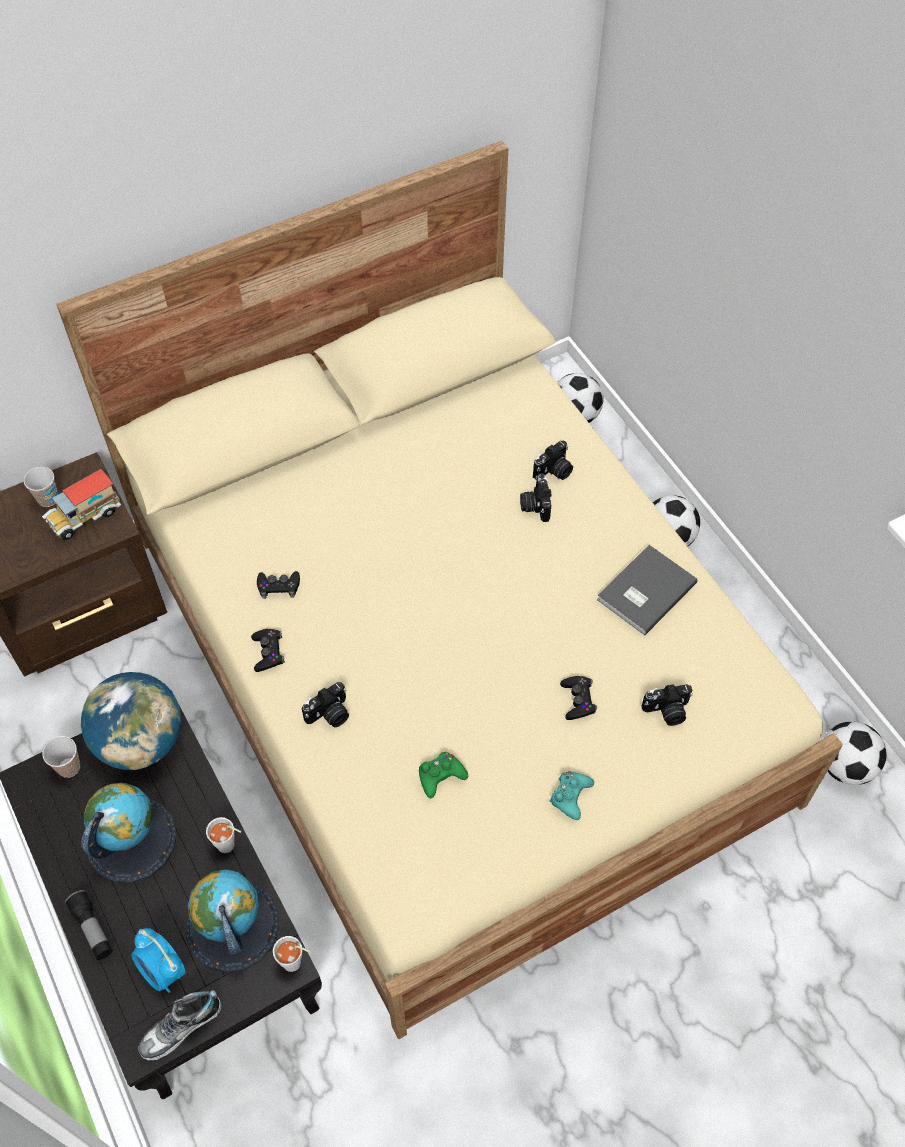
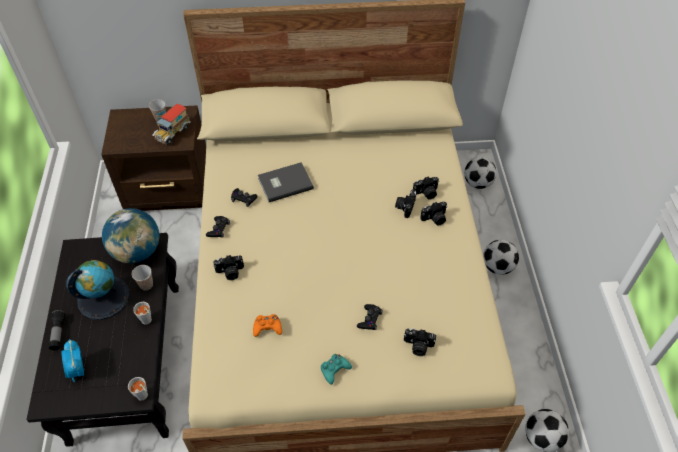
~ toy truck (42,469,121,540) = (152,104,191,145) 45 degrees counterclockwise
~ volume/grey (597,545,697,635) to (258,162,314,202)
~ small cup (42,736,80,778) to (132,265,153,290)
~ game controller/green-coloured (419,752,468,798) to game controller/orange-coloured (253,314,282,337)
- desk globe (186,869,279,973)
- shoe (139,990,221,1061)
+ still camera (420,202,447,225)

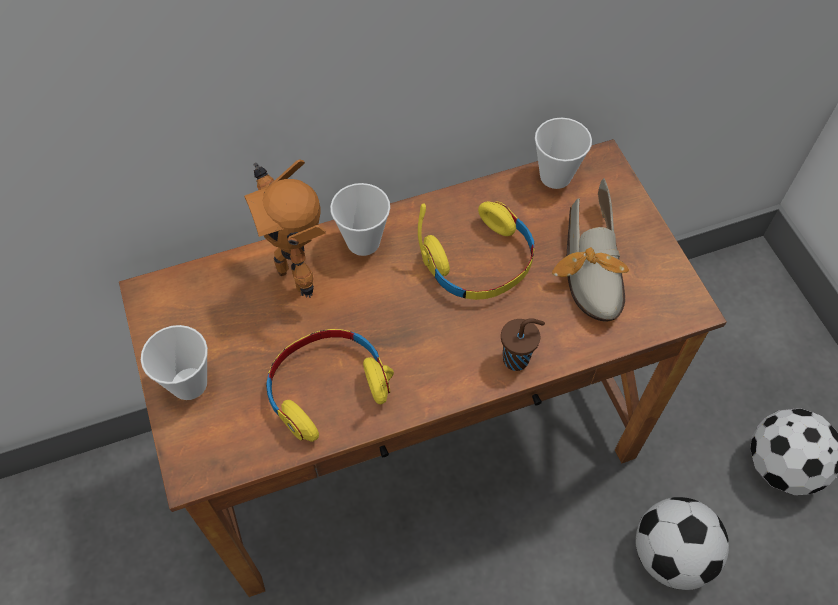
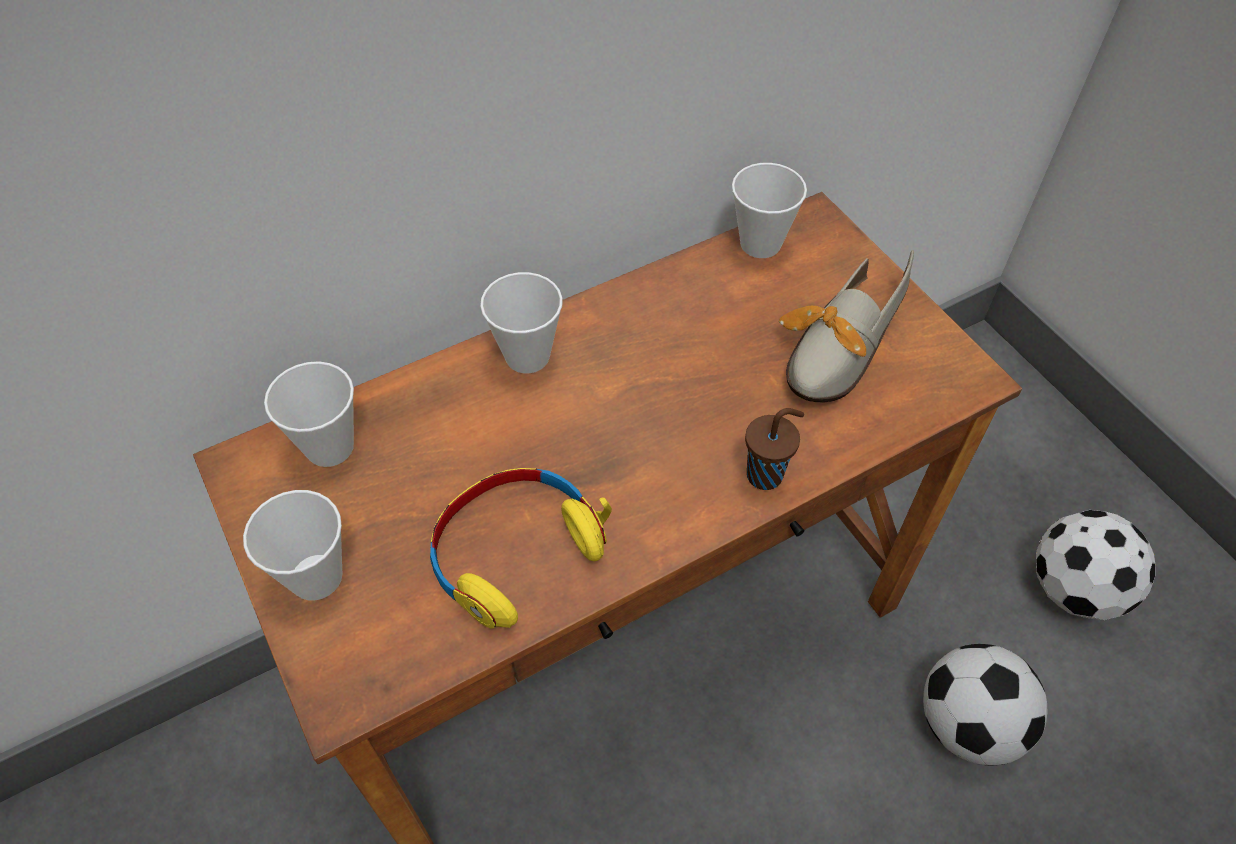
- toy robot (244,159,326,298)
~ shoe (552,178,629,322) = (779,250,914,402) 45 degrees clockwise
- pair of headphones/yellow-coloured (418,201,534,300)
+ small cup (264,361,354,467)

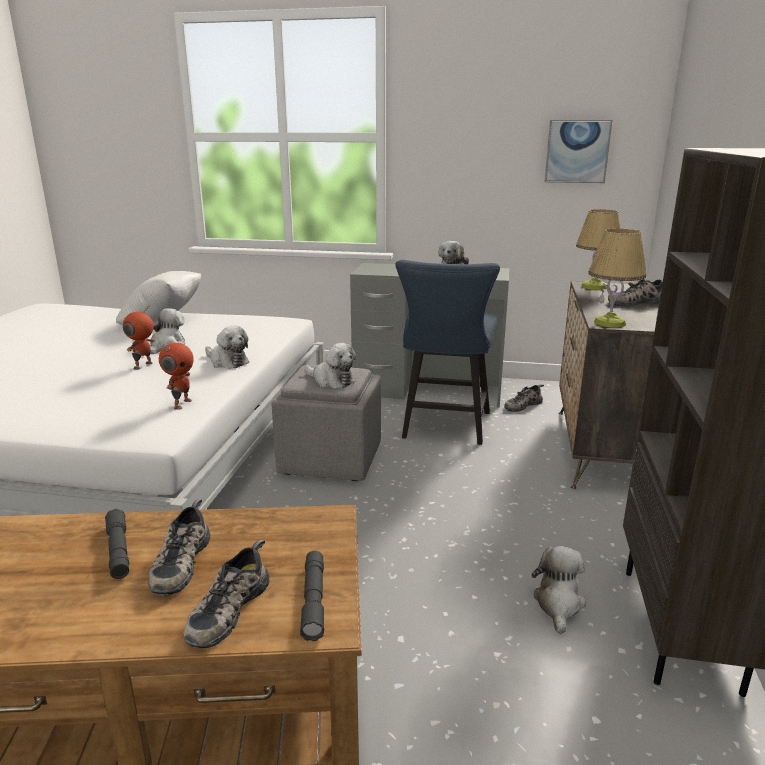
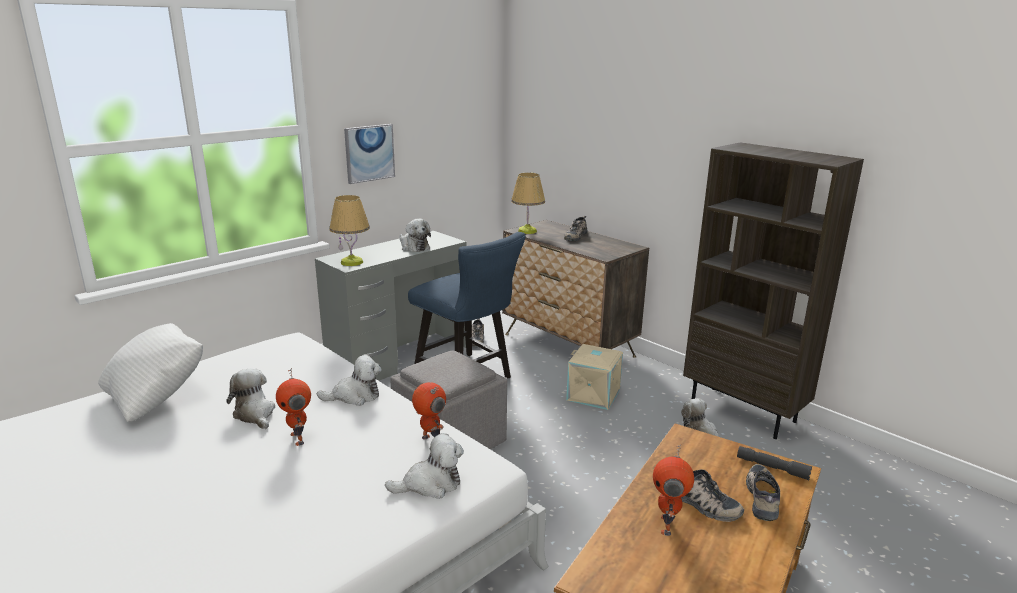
~ wall picture (545,120,613,183) to (344,124,395,184)
~ tabletop lamp (588,228,646,328) to (329,195,370,266)
~ cuddly toy (304,343,356,389) to (385,433,464,499)
~ hand torch/grey (105,509,129,579) to toy robot (653,444,694,536)
~ shoe (183,539,270,648) = (746,464,780,521) 135 degrees counterclockwise
+ storage box/beige (566,344,623,410)

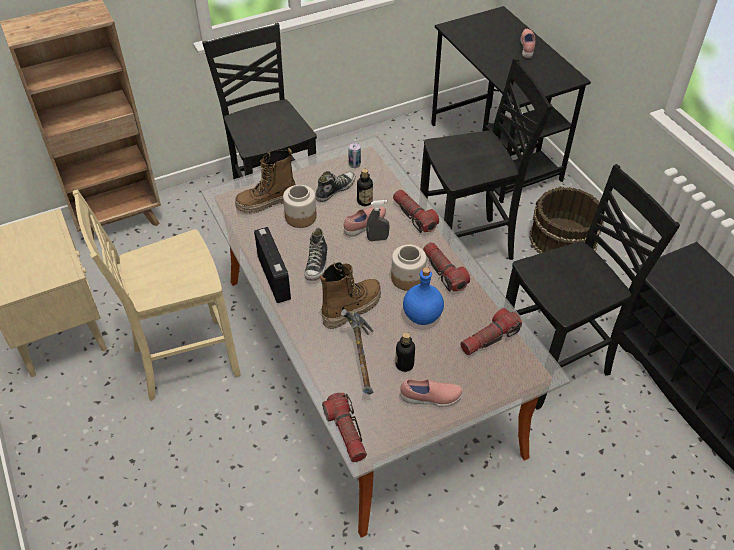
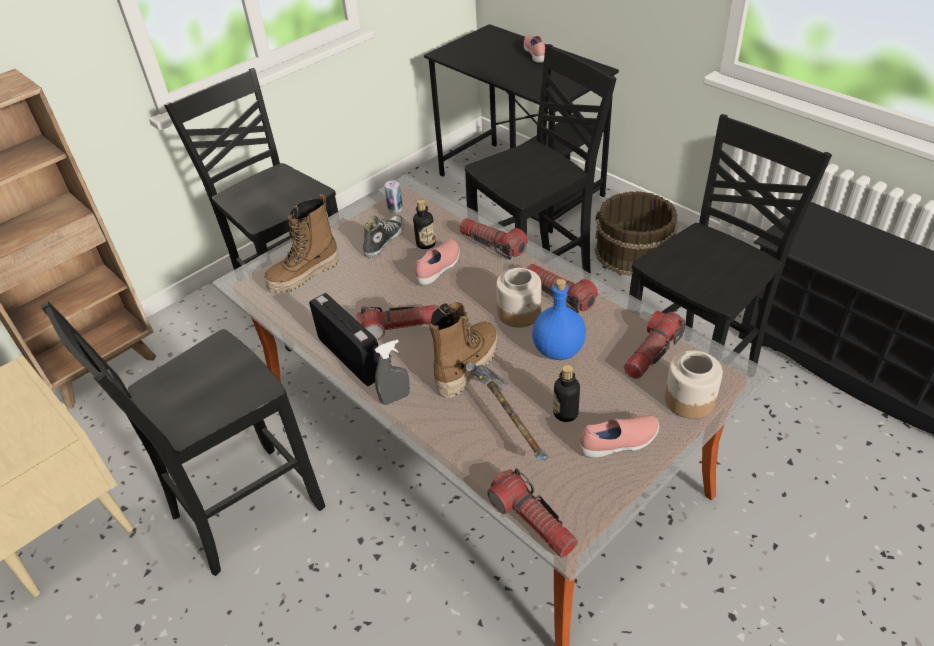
~ preserve jar (283,185,317,228) to (665,350,723,419)
~ plain chair/beige (73,190,241,401) to plain chair/black-coloured (41,301,325,576)
~ spray bottle/grey (366,200,390,241) to (375,339,410,405)
~ shoe (304,228,328,281) to hand torch (356,305,437,340)

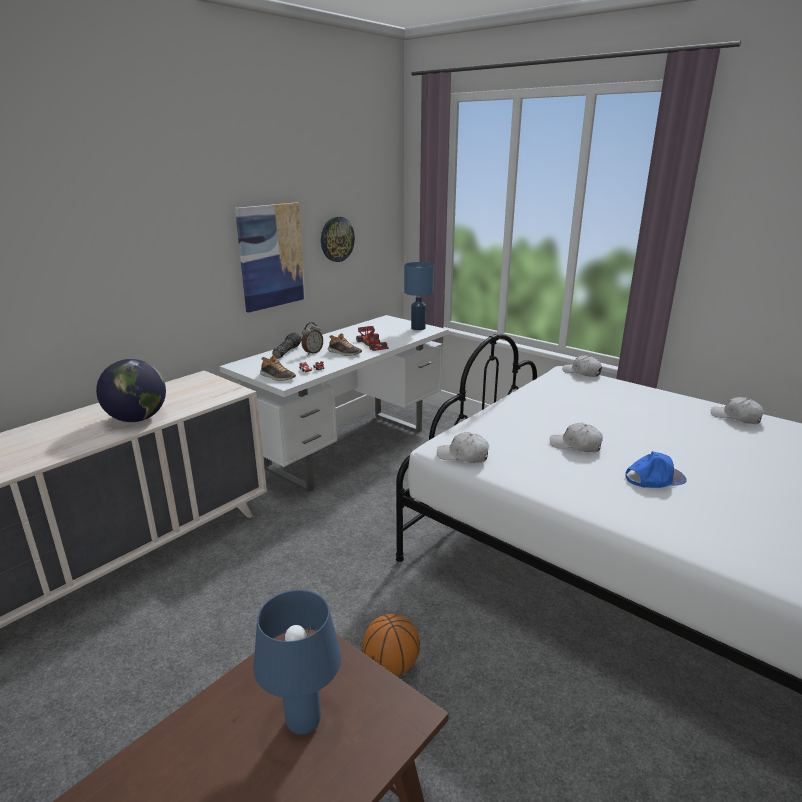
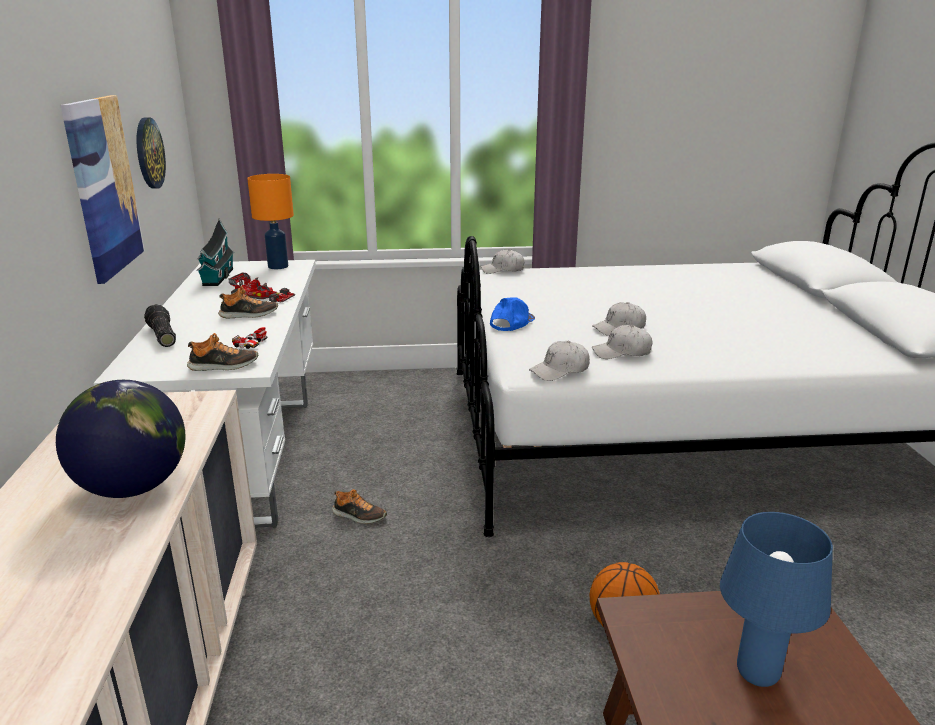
~ tabletop lamp/bluish (404,262,434,330) to tabletop lamp/orange-coloured (247,174,294,269)
- alarm clock (301,322,323,355)
~ cap/white (711,397,764,424) to (592,325,652,359)
~ cap/bluish (625,451,686,488) to (490,297,535,331)
+ miniature house (197,219,234,286)
+ shoe (332,489,387,524)

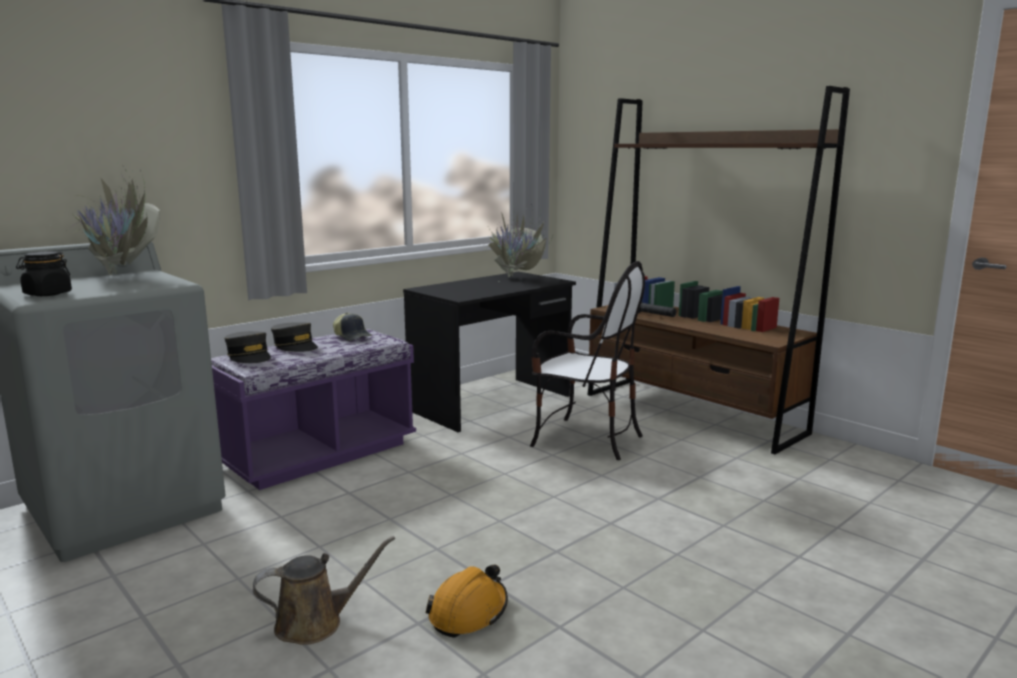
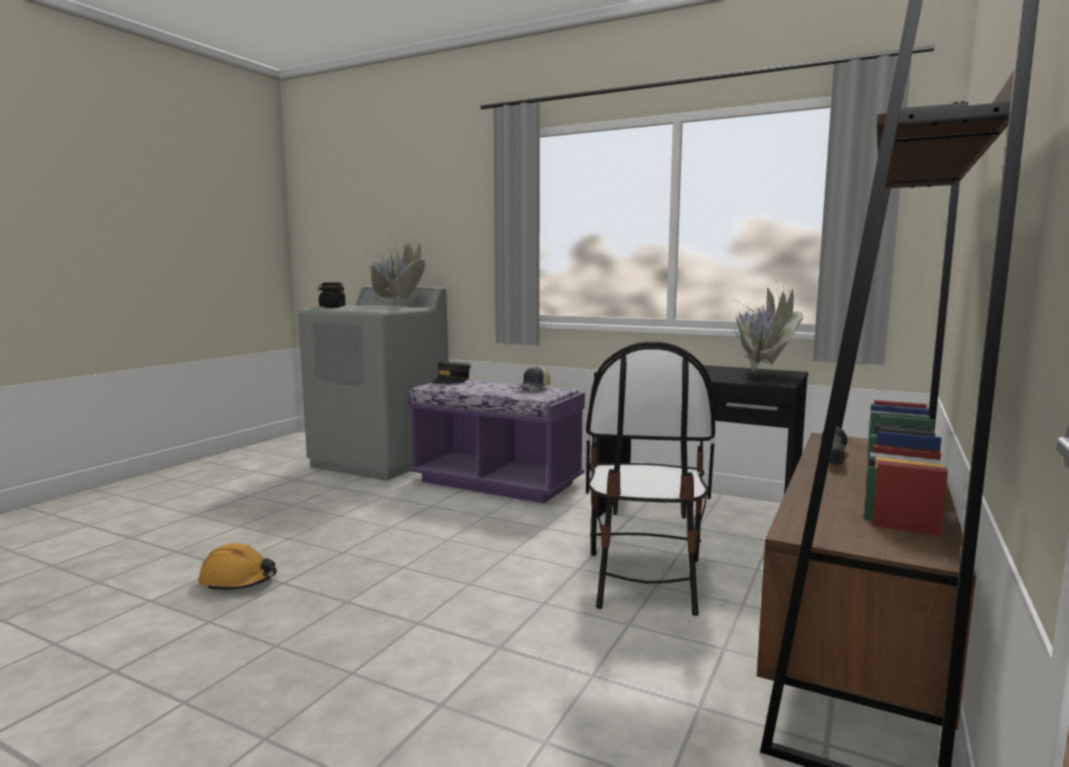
- cap/grey (271,322,318,352)
- sprinkling can/brownish (253,536,395,645)

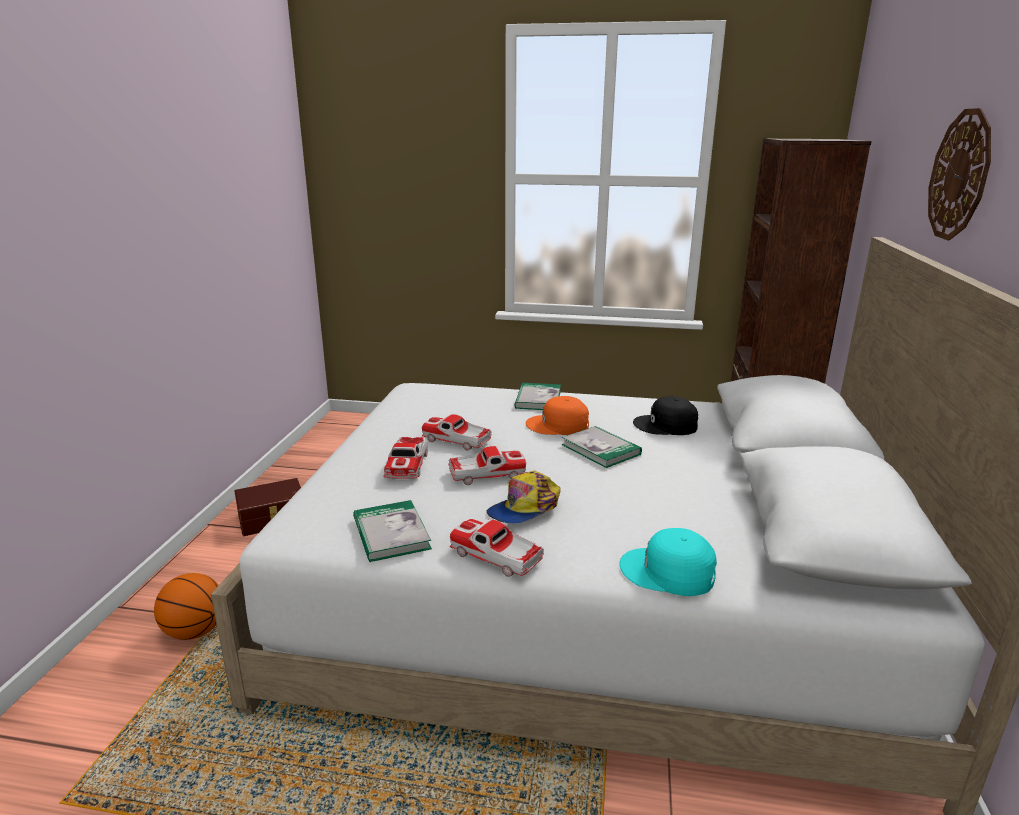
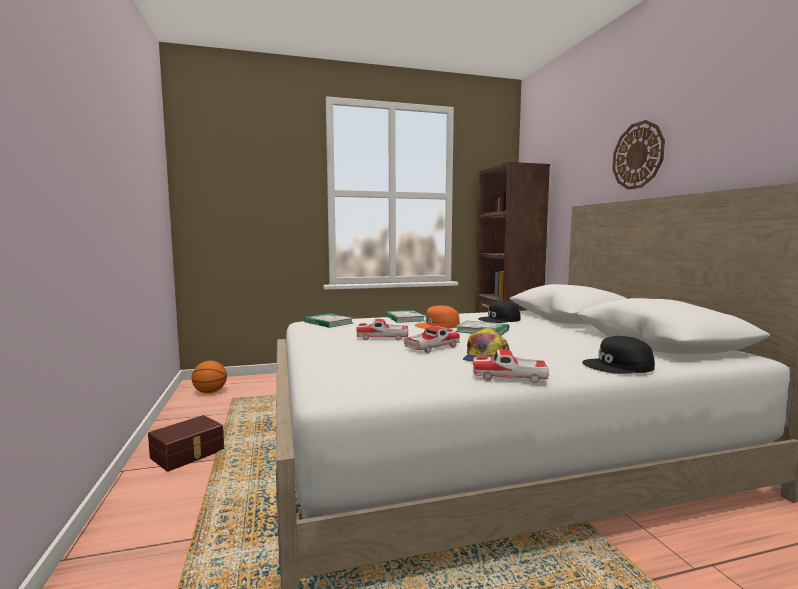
- miniature car (383,437,428,479)
~ volume (353,500,432,562) to (304,313,353,328)
~ cap/turquoise-coloured (619,528,717,596) to cap/black-coloured (582,336,655,374)
~ ball for basketball (154,573,219,640) to (192,360,227,394)

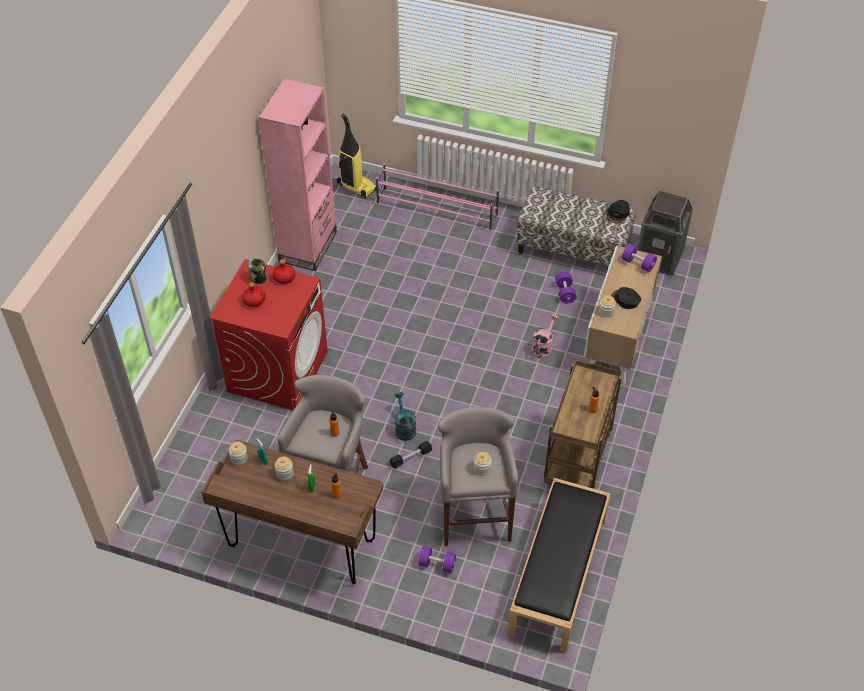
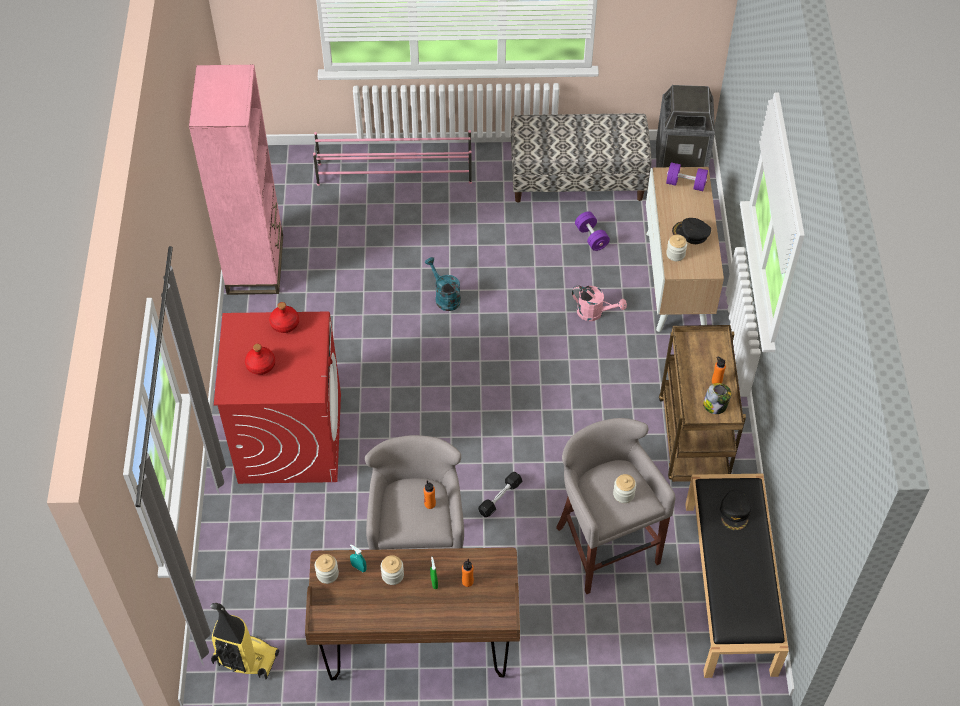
~ hoover (337,114,376,199) to (210,603,279,679)
~ cap/black-coloured (607,200,630,223) to (720,490,751,531)
~ preserve jar (248,258,267,284) to (703,383,732,414)
~ sprinkling can/pinkish (531,314,559,359) = (572,286,627,321) 105 degrees clockwise
~ sprinkling can/turquoise-coloured (395,392,416,441) to (425,257,461,311)
- dumbbell/purplish (418,546,456,573)

